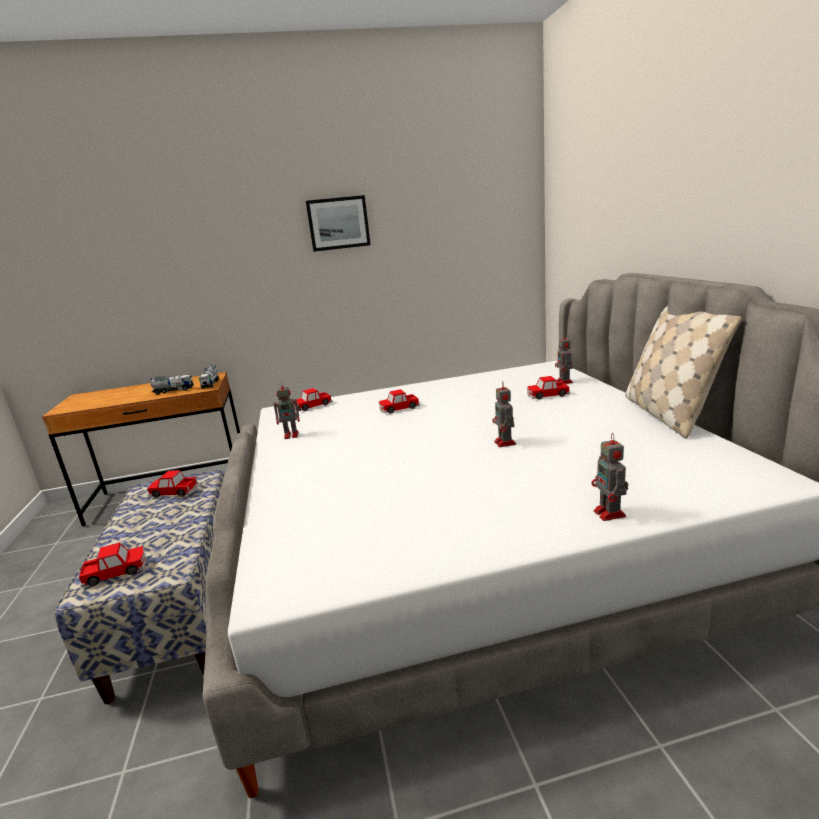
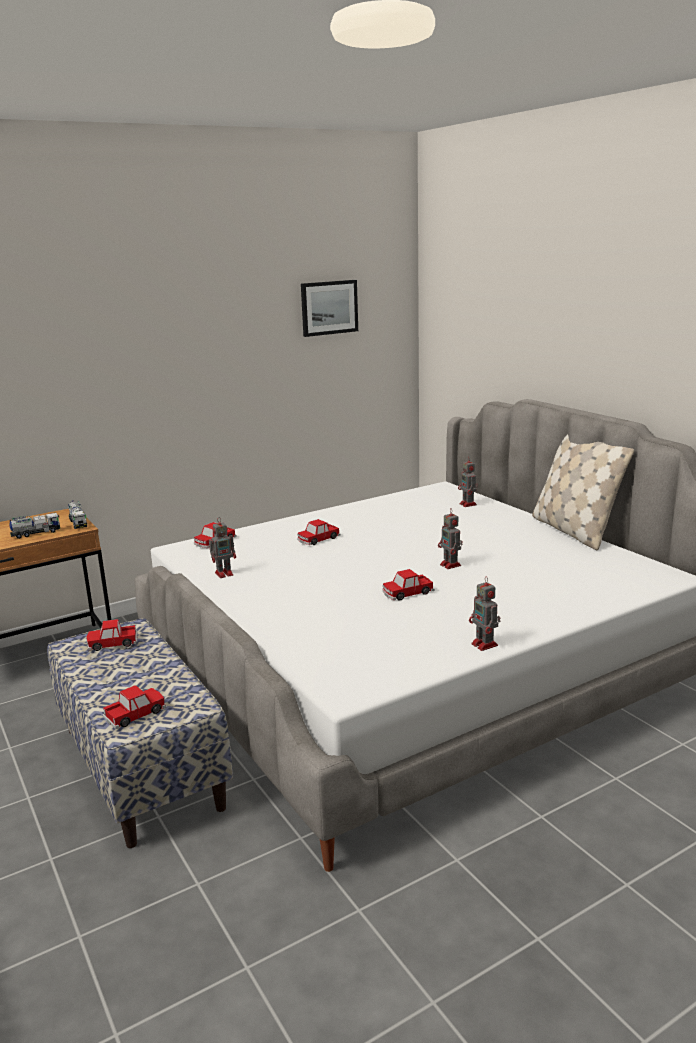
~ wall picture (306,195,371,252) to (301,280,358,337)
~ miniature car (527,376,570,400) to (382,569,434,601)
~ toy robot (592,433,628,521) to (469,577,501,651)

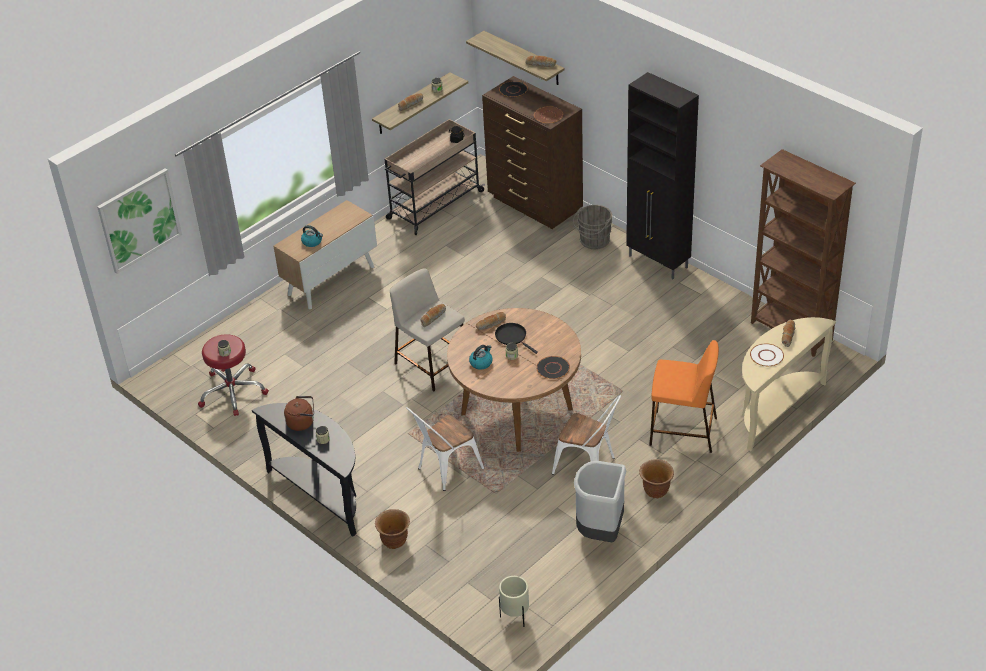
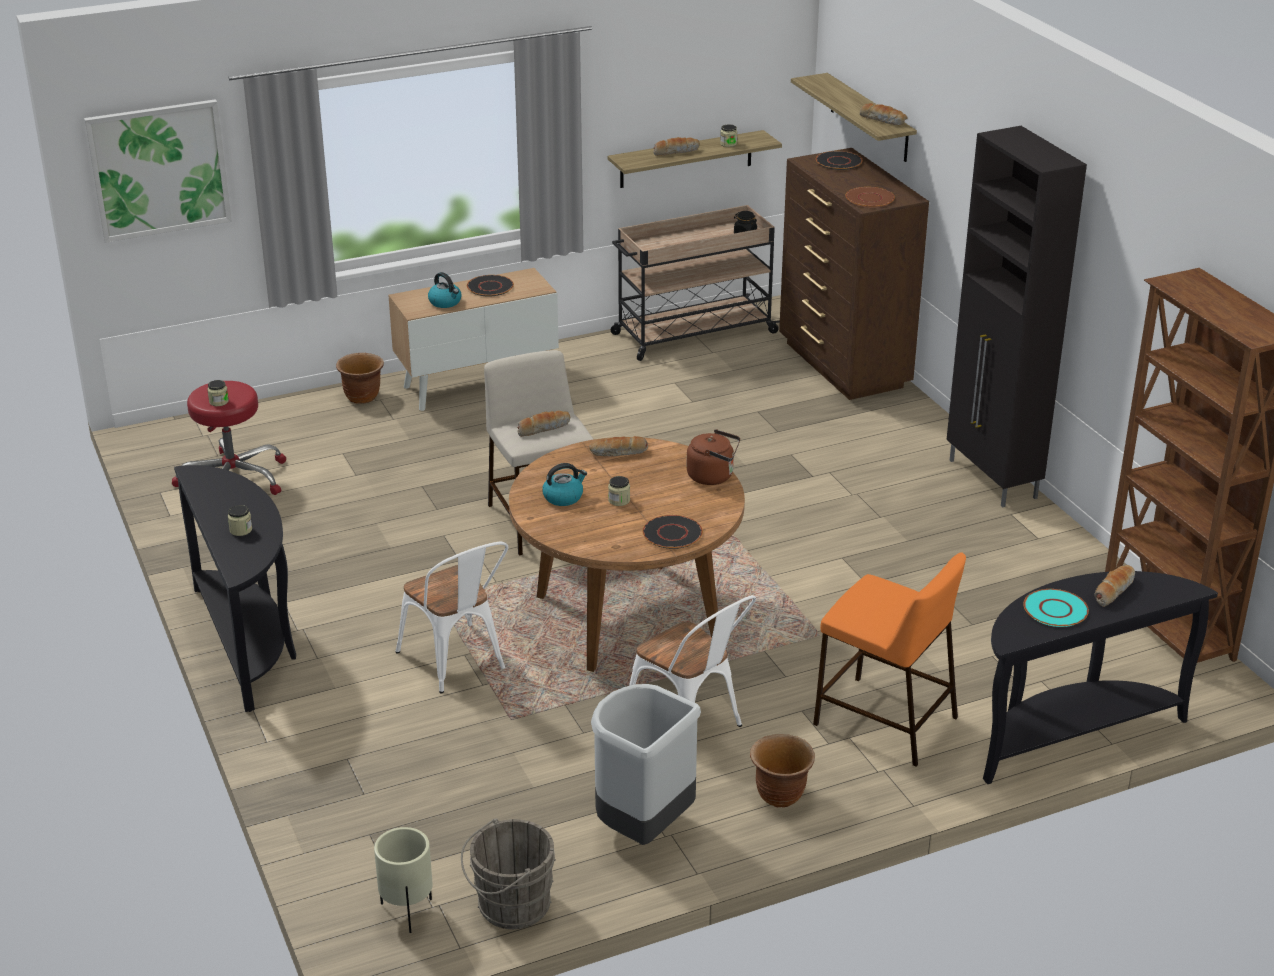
~ bucket/grey (573,205,613,249) to (461,818,556,929)
~ hall table/beige (742,317,836,451) to hall table/black-coloured (983,571,1218,784)
- frying pan/black-coloured (495,323,538,354)
~ dinner plate/white (750,344,784,367) to dinner plate/turquoise-coloured (1023,589,1089,627)
~ water kettle/brownish (284,396,314,431) to (686,429,740,485)
~ plain chair/white (406,407,484,491) = (395,542,508,693) 105 degrees counterclockwise
~ planter/brownish (375,509,410,549) to (336,353,384,404)
+ dinner plate/black-coloured (467,275,514,296)

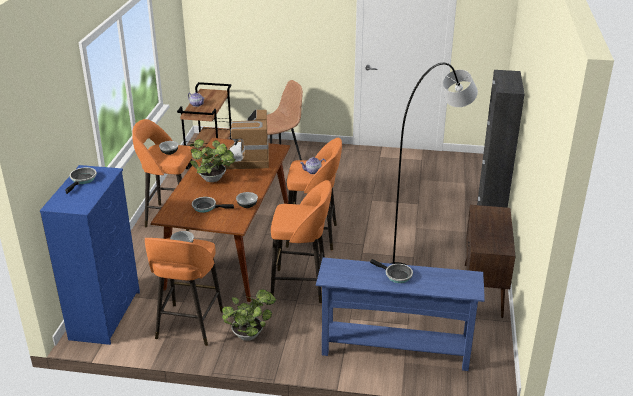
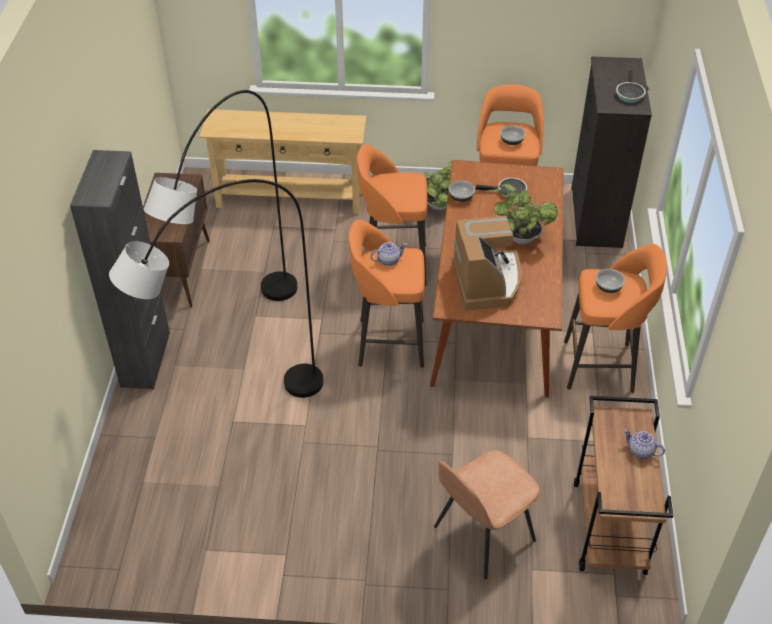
~ chest of drawers/bluish (40,165,140,345) to chest of drawers/black-coloured (571,56,652,248)
~ hall table/bluish (316,257,485,371) to hall table/beige (199,109,367,214)
- frying pan (370,259,413,283)
+ floor lamp/grey (109,179,324,398)

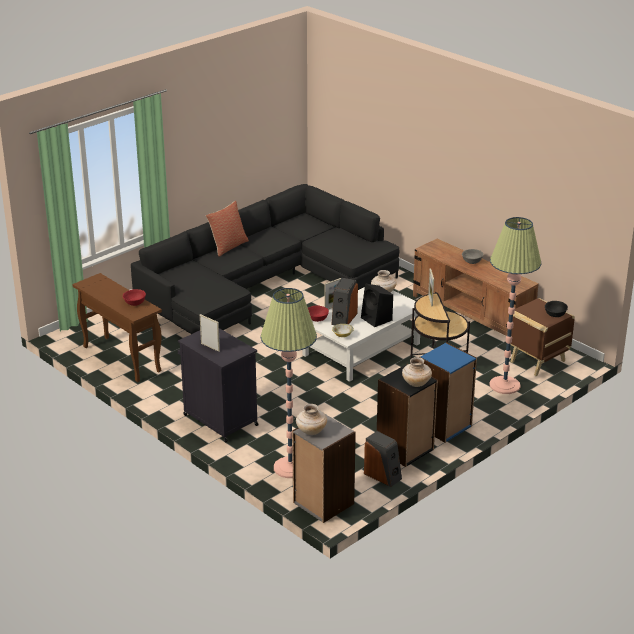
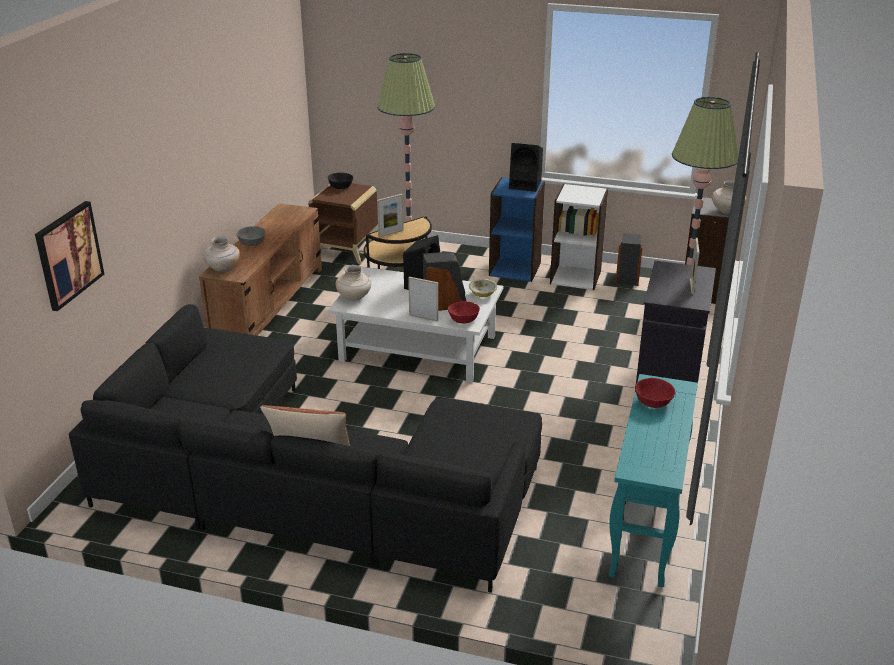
~ hall table/brownish (72,273,162,382) to hall table/turquoise-coloured (609,374,698,587)
~ decorative vase/beige (402,357,432,387) to (204,236,240,272)
~ bookshelf/black-coloured (377,364,438,467) to bookshelf/white (550,184,608,290)
+ speaker/black-coloured (509,143,543,192)
+ wall picture (35,201,104,311)

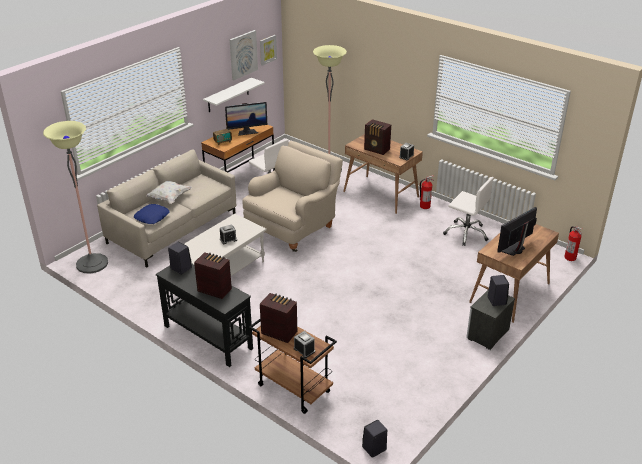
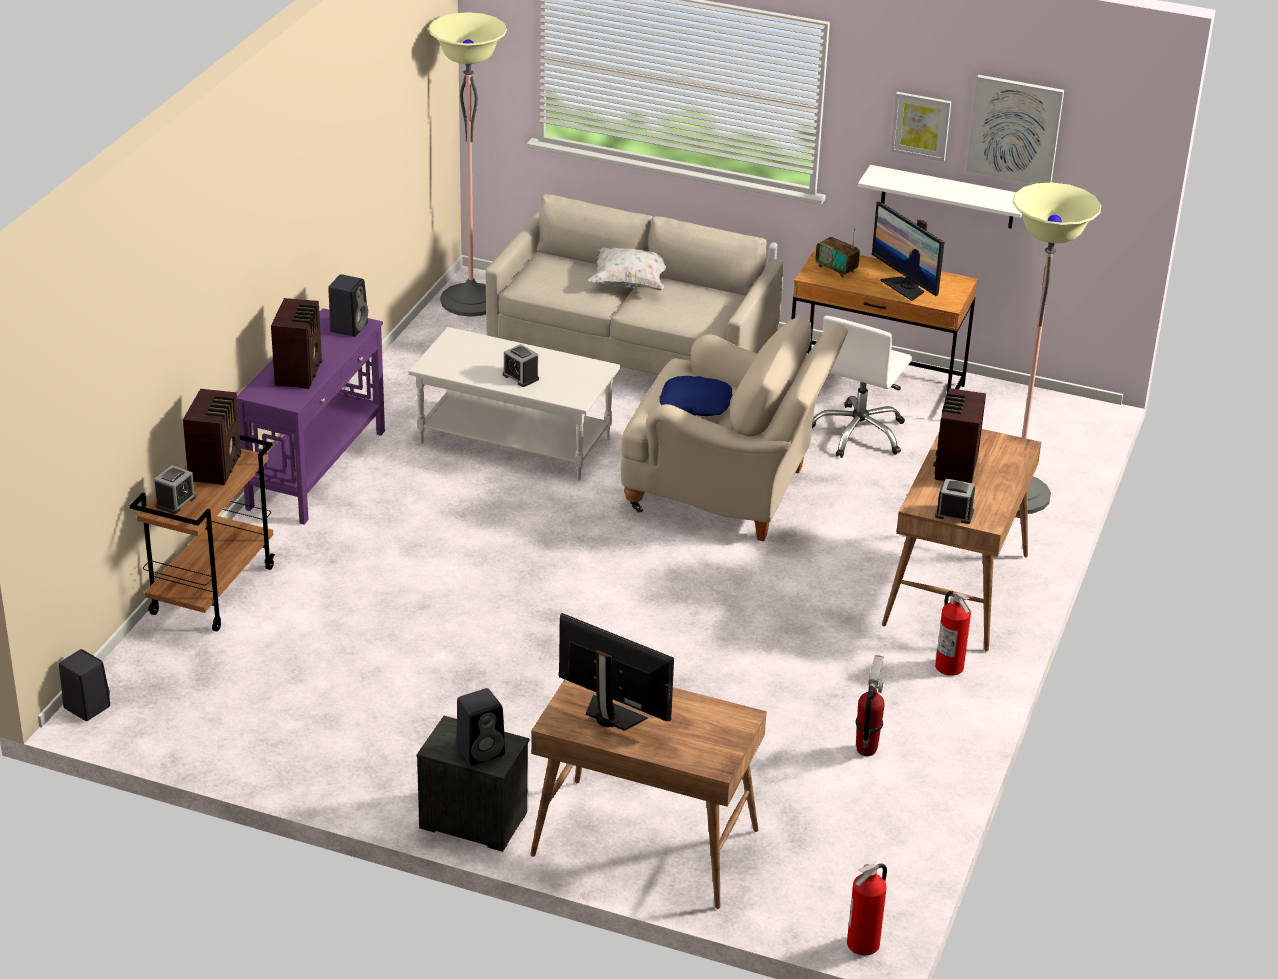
~ wall picture (260,35,277,66) to (890,92,951,162)
~ computer chair/white (443,177,494,246) to extinguisher (855,655,885,756)
~ pillow/bluish (134,204,170,224) to (659,376,733,416)
~ hall table/black-coloured (156,263,253,367) to hall table/purplish (237,308,385,525)

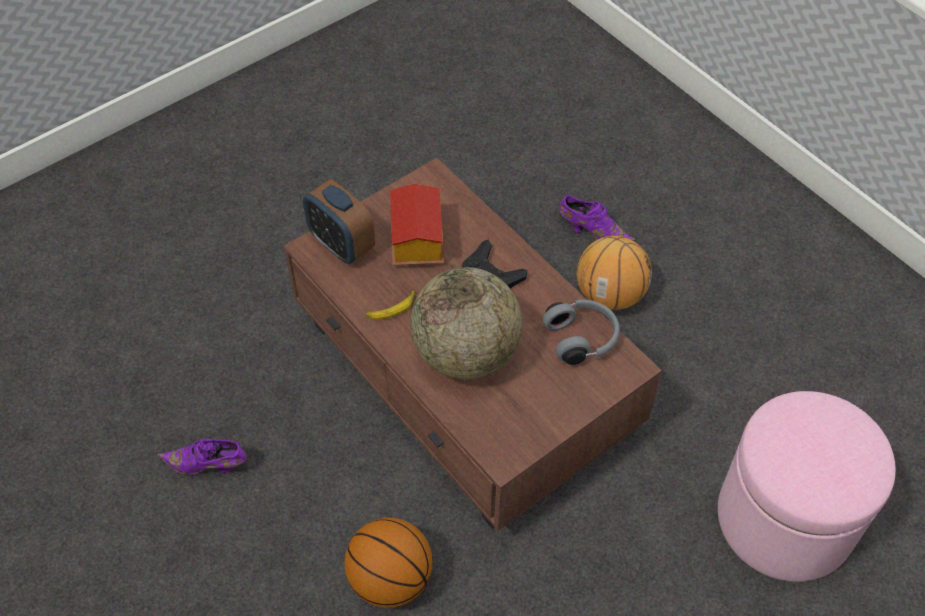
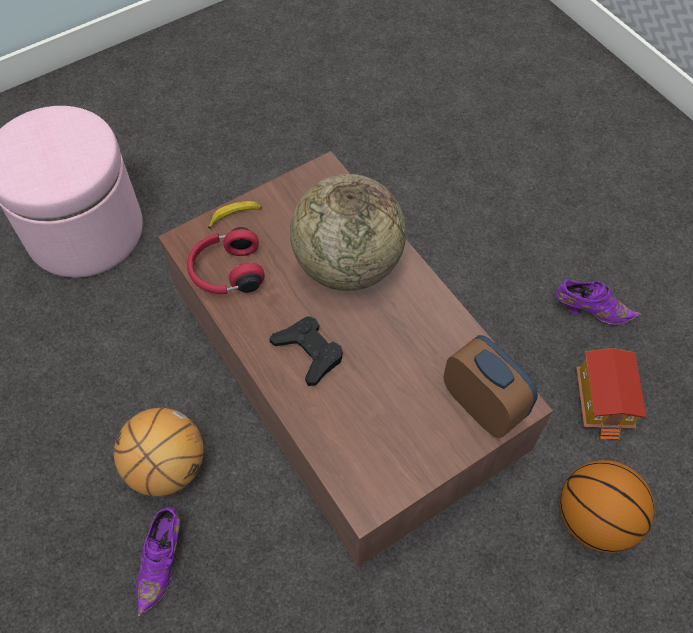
~ miniature house (390,184,444,266) to (576,348,646,440)
~ shoe/purplish (559,195,635,241) = (136,507,180,617) 105 degrees counterclockwise
~ banana fruit (365,289,415,320) to (208,201,262,229)
~ pair of headphones/grey (543,300,620,365) to pair of headphones/red (187,227,265,294)
~ ball for basketball (344,518,433,608) to (560,460,655,553)

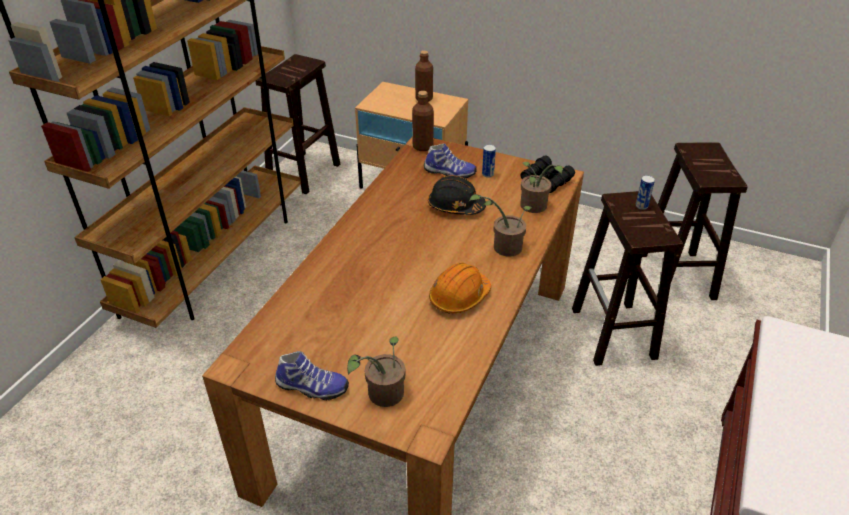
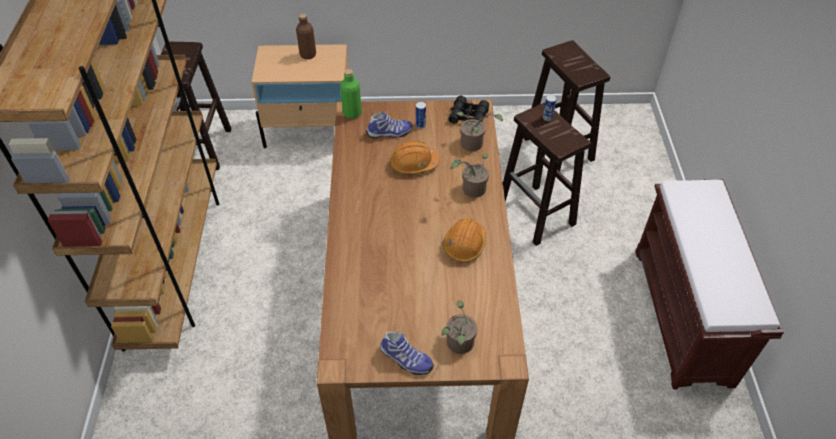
~ drink bottle/brownish (412,91,434,151) to drink bottle/green-coloured (340,69,362,119)
~ hard hat/black-coloured (428,175,486,215) to hard hat/orange-coloured (390,140,440,174)
~ shoe (275,351,349,401) = (380,332,434,375) 45 degrees clockwise

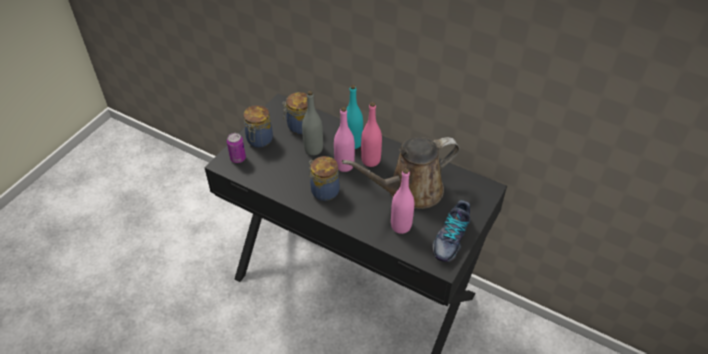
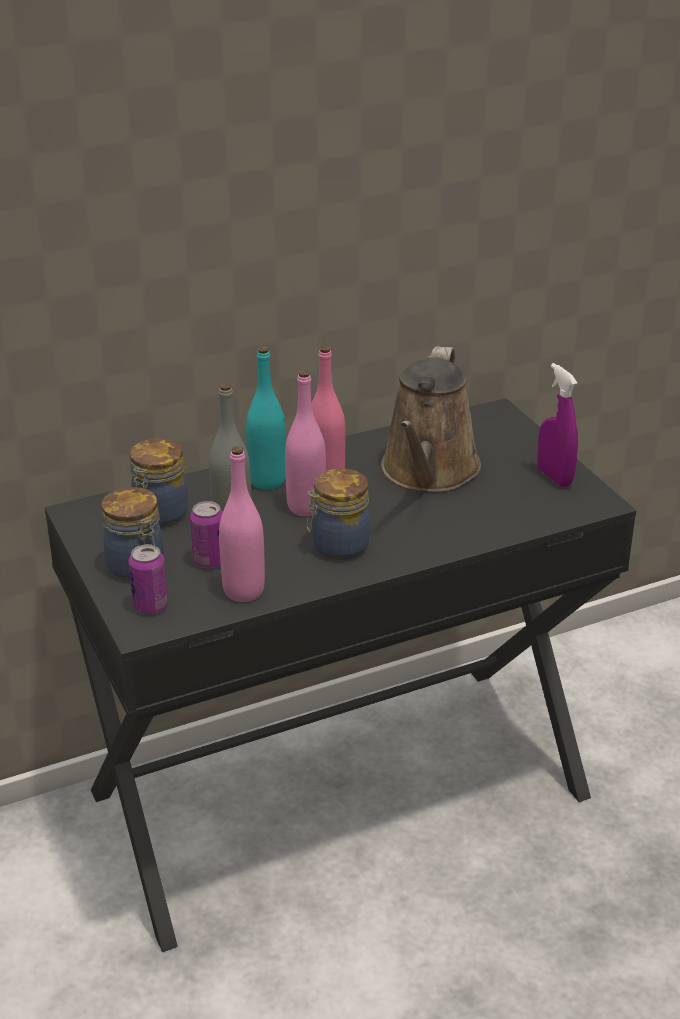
~ drink bottle/pinkish (391,168,414,234) to (219,446,265,602)
~ shoe (432,200,471,262) to spray bottle/purplish (537,363,578,487)
+ can (190,501,223,568)

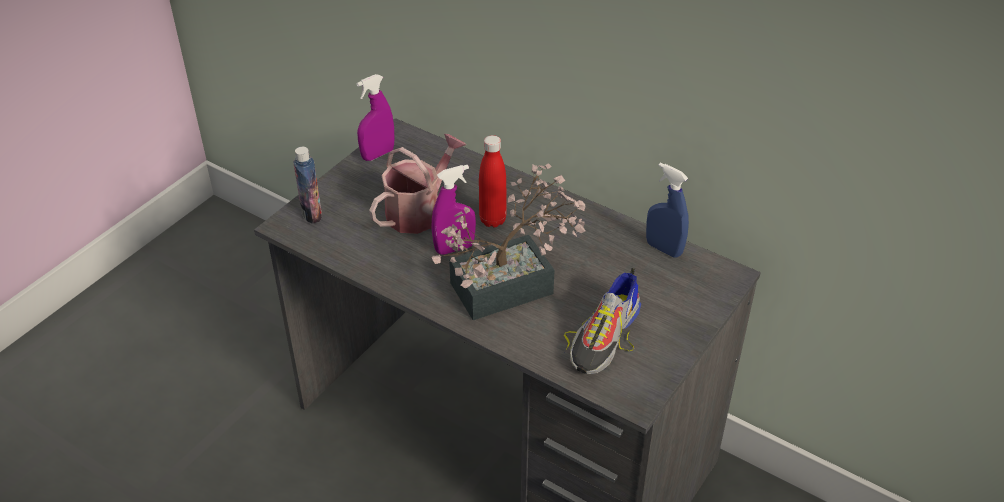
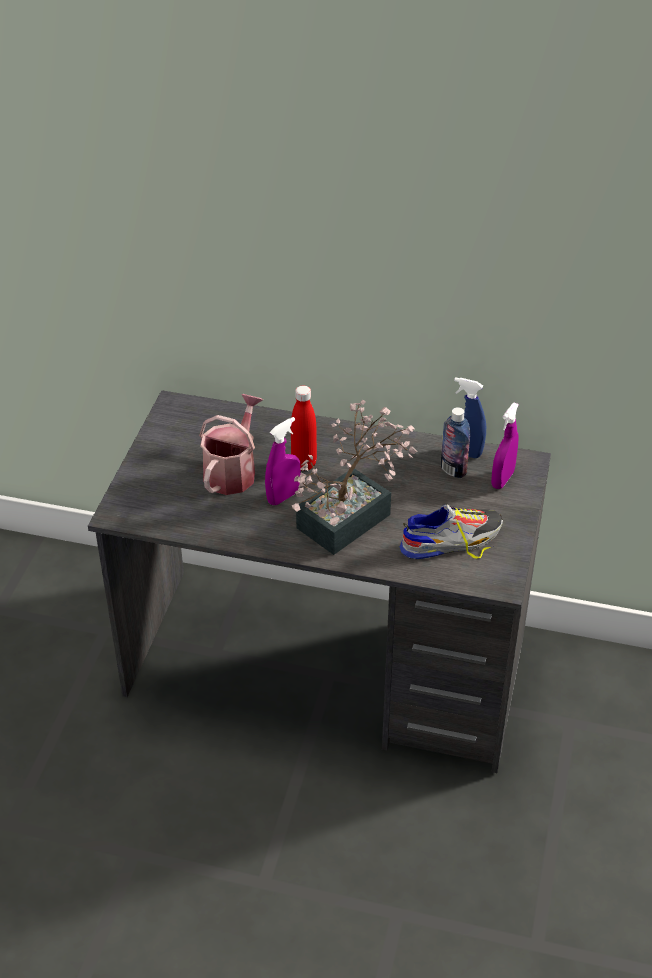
~ spray bottle/purplish (356,74,394,161) to (491,403,519,489)
~ drink bottle (293,147,322,224) to (441,407,470,478)
~ shoe (564,268,641,374) = (400,504,503,559) 120 degrees counterclockwise

